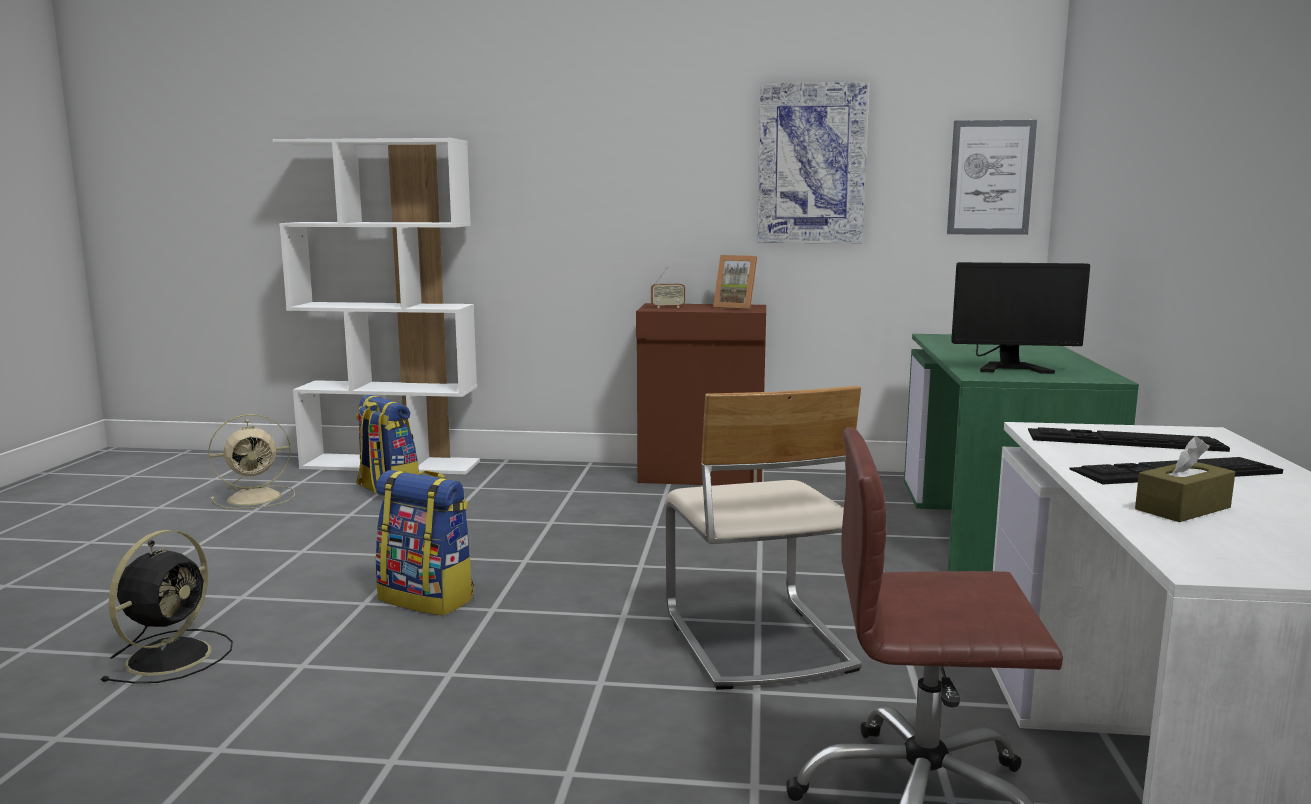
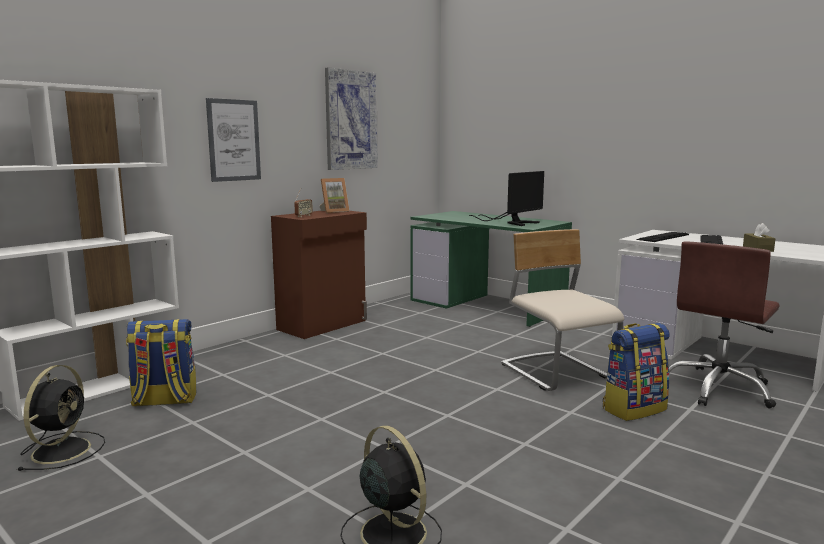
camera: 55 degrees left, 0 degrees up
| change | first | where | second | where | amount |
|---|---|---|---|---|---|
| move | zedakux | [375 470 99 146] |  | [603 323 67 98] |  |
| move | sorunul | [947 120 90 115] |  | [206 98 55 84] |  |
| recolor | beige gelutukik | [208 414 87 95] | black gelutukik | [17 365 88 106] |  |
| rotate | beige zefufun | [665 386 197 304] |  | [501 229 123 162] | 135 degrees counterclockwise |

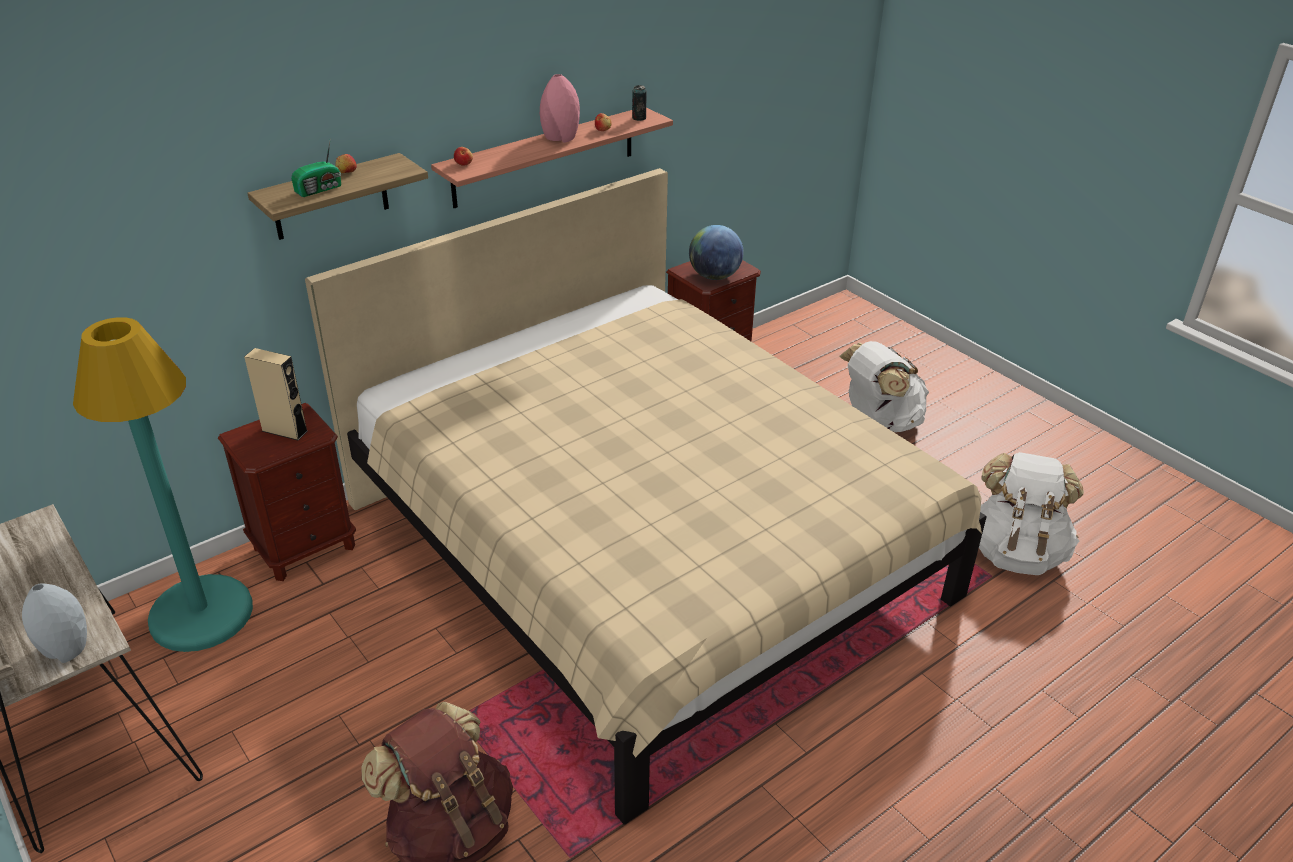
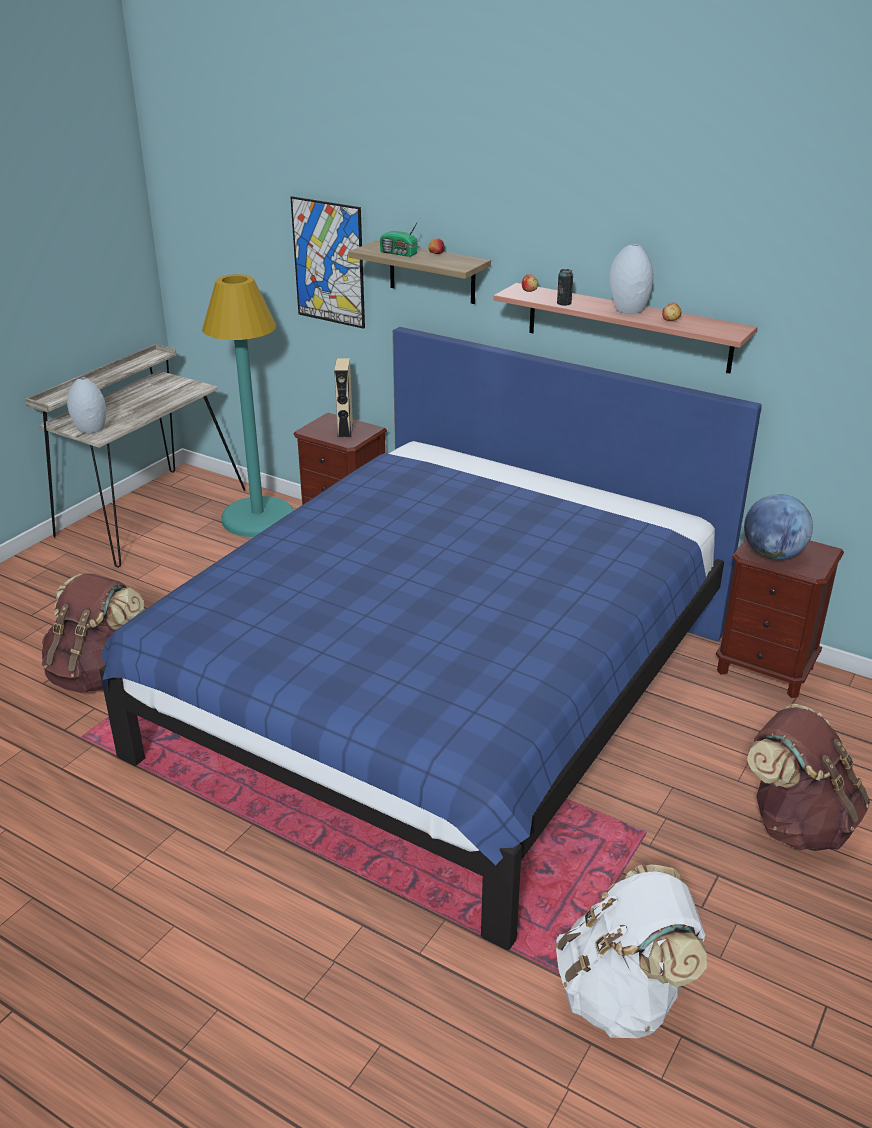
camera: 70 degrees right, 5 degrees down
| change | first | where | second | where | amount |
|---|---|---|---|---|---|
| insert |  |  | sorunul | [290 196 75 133] |  |
| move | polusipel | [632 85 14 36] |  | [557 269 16 37] |  |
| recolor | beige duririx | [305 168 682 656] | blue duririx | [99 327 663 623] |  |
| recolor | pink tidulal | [540 74 40 69] | grey tidulal | [609 244 45 70] |  |
| recolor | white zedakux | [839 341 90 91] | brown zedakux | [747 704 123 147] |  |

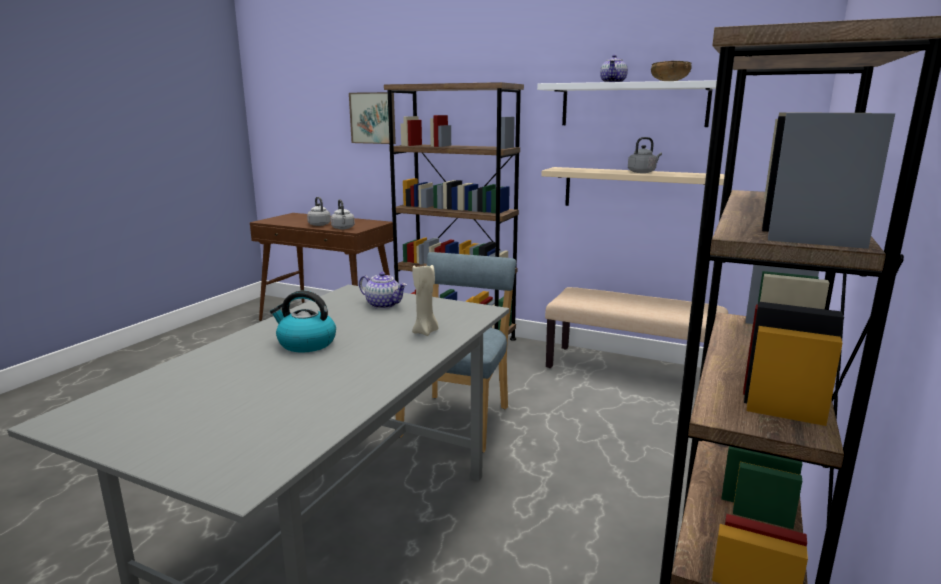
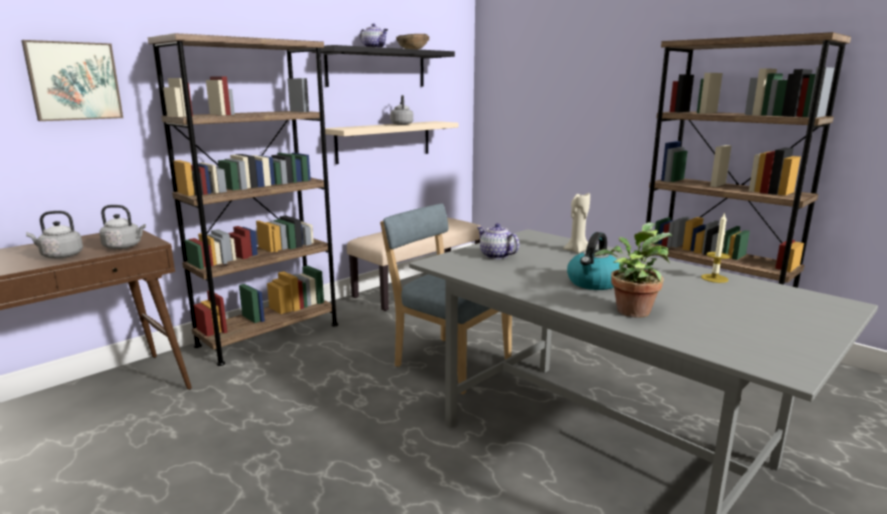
camera: 70 degrees left, 0 degrees up
| change | first | where | second | where | amount |
|---|---|---|---|---|---|
| insert |  |  | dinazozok | [594 222 78 96] |  |
| insert |  |  | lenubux | [701 212 29 71] |  |
| recolor | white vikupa | [537 80 180 47] | black vikupa | [311 45 144 42] |  |
| rotate | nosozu | [359 272 48 37] |  | [477 223 42 36] | 90 degrees counterclockwise |

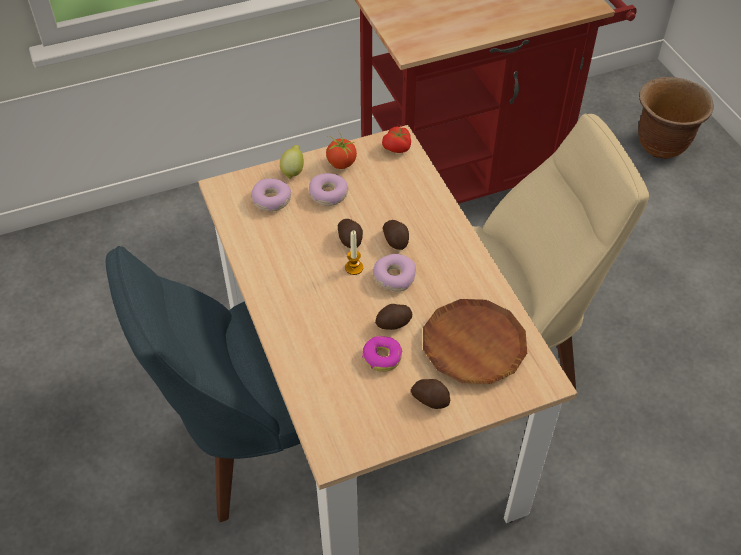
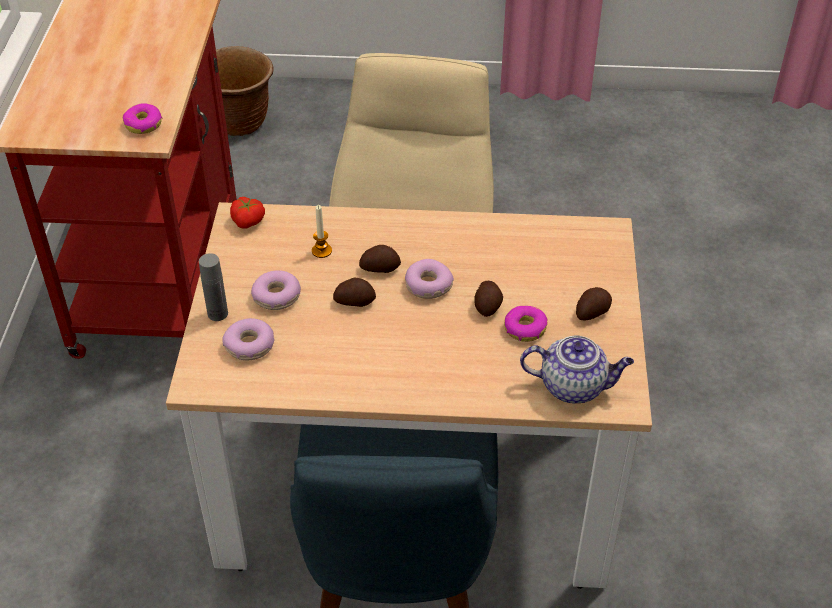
camera: 65 degrees left, 5 degrees down
| change | first | where | second | where | amount |
|---|---|---|---|---|---|
| delete | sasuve | [326 132 31 37] |  |  |  |
| delete | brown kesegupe | [423 299 104 85] |  |  |  |
| insert |  |  | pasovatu | [123 103 40 31] |  |
| insert |  |  | nosozu | [520 336 114 67] |  |
| move | lenubux | [345 230 18 45] |  | [312 205 20 53] |  |
| replace | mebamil | [280 145 24 34] | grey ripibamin | [199 253 29 68] |  |

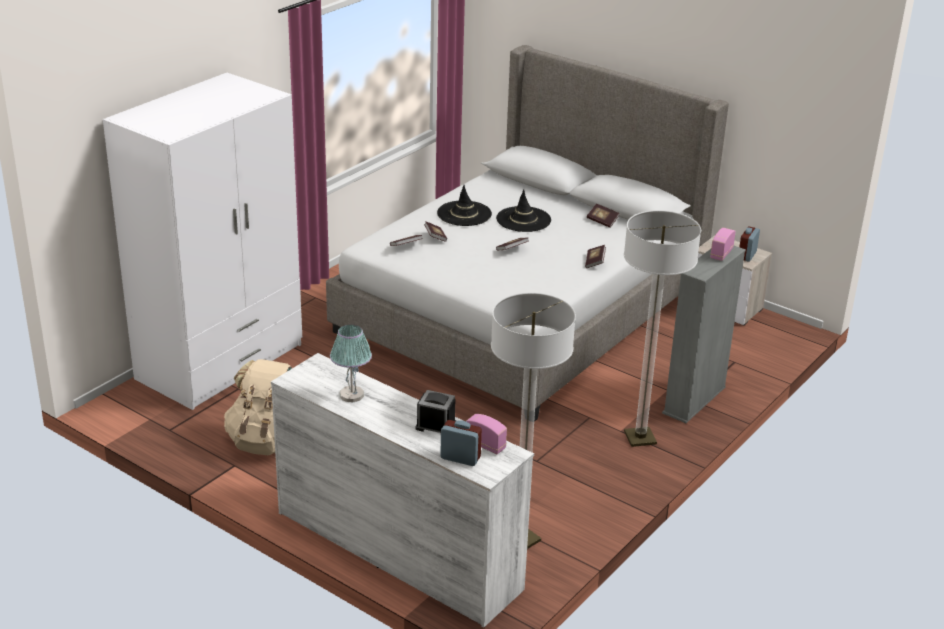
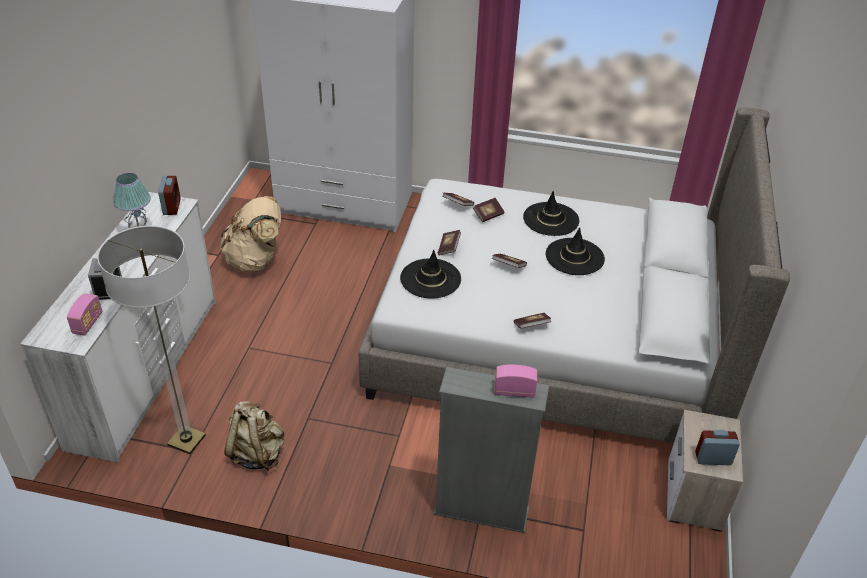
camera: 65 degrees right, 10 degrees up
| change | first | where | second | where | amount |
|---|---|---|---|---|---|
| delete | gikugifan | [624 210 77 237] |  |  |  |
| insert |  |  | beige zedakux | [224 401 61 70] |  |
| insert |  |  | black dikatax | [400 250 61 49] |  |
| move | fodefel | [440 420 42 46] |  | [158 176 23 39] |  |
| move | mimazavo | [587 204 32 24] |  | [438 230 23 26] |  |

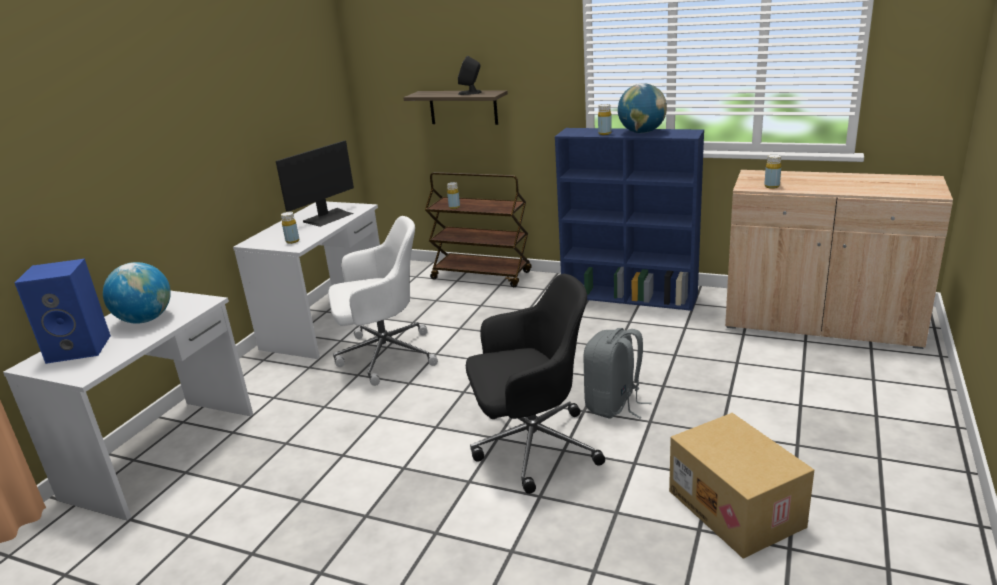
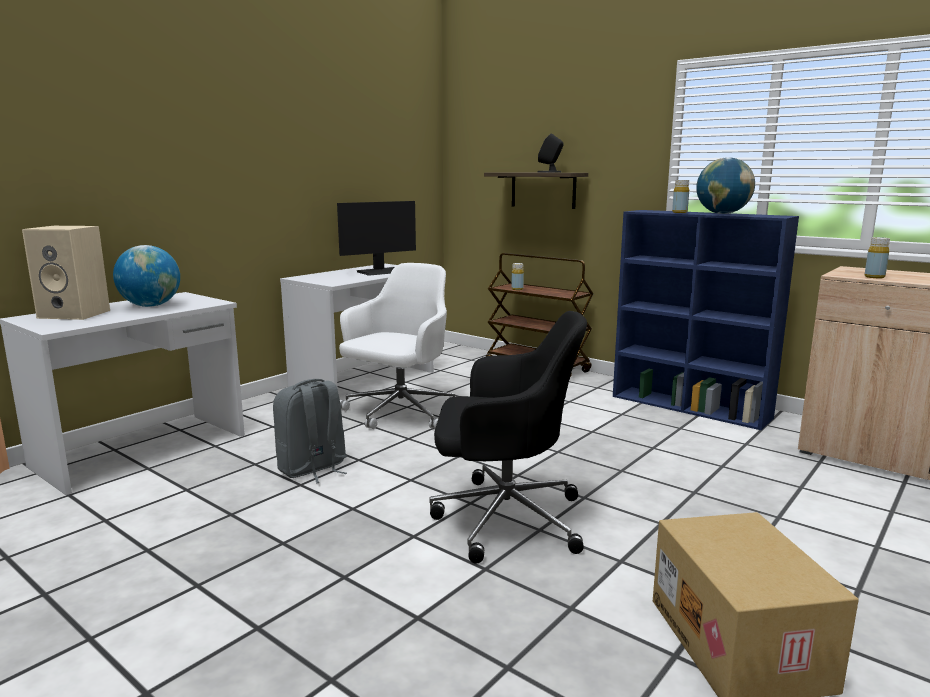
camera: 15 degrees right, 10 degrees down
| change | first | where | second | where | amount |
|---|---|---|---|---|---|
| delete | yellow ripibamin | [281 212 18 32] |  |  |  |
| move | grey zedakux | [583 328 69 91] |  | [273 379 74 104] |  |
| recolor | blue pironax | [15 259 96 105] | beige pironax | [22 226 88 94] |  |
| rotate | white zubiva | [328 216 110 170] |  | [339 263 116 166] | 60 degrees counterclockwise |

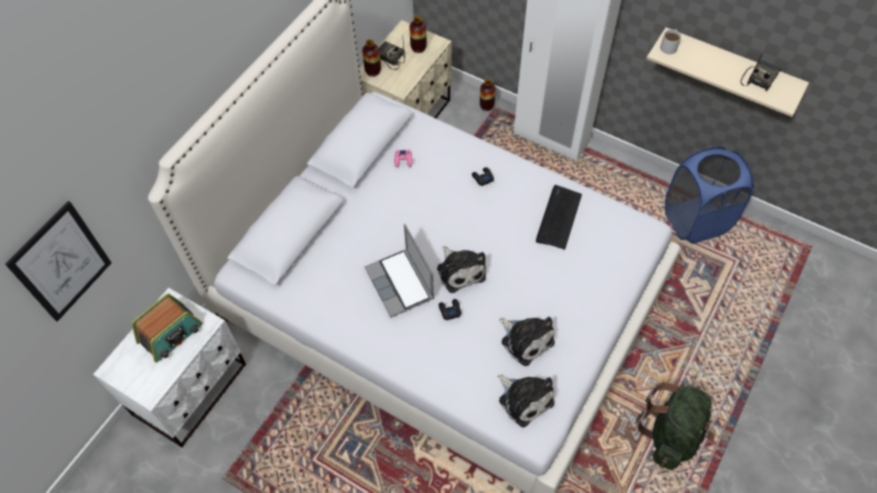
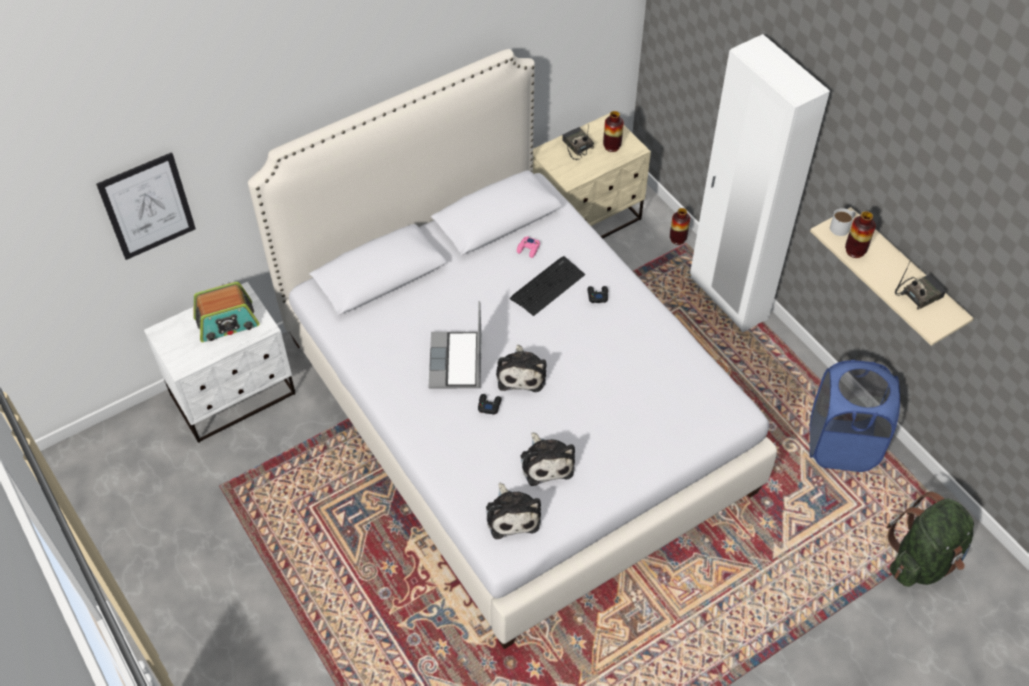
camera: 25 degrees right, 5 degrees down
| change | first | where | second | where | amount |
|---|---|---|---|---|---|
| move | tidulal | [362 40 19 37] |  | [845 211 31 47] |  |
| move | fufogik | [536 185 46 65] |  | [510 256 75 60] |  |
| move | green zedakux | [635 383 80 87] |  | [887 492 87 95] |  |

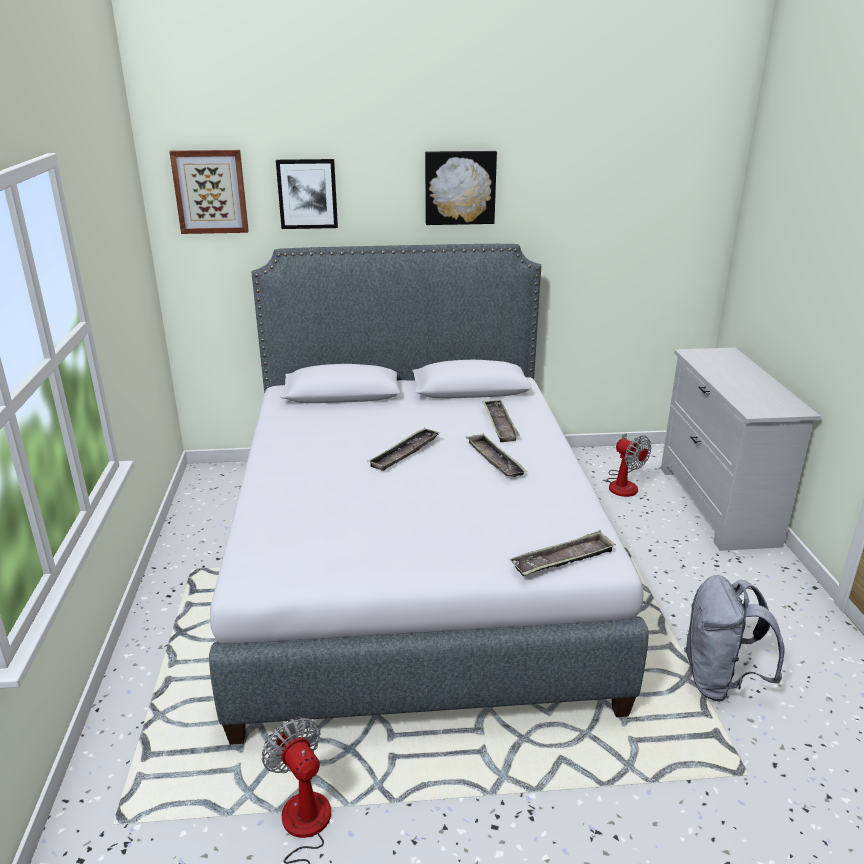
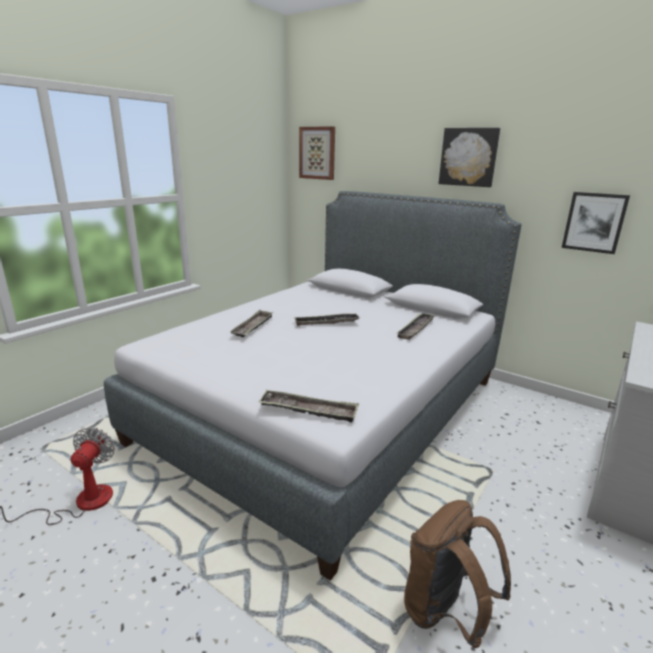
camera: 40 degrees right, 5 degrees down
| change | first | where | second | where | amount |
|---|---|---|---|---|---|
| delete | gelutukik | [606 433 46 64] |  |  |  |
| move | sorunul | [276 159 62 70] |  | [562 192 68 62] |  |
| move | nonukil | [466 433 62 44] |  | [230 310 43 27] |  |
| recolor | grey zedakux | [684 575 101 127] | brown zedakux | [404 500 107 148] |  |

